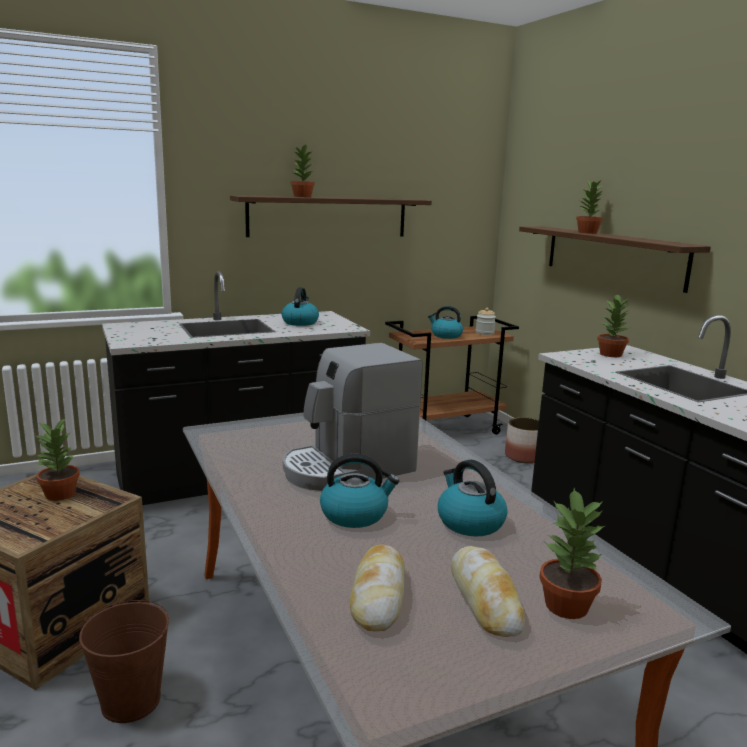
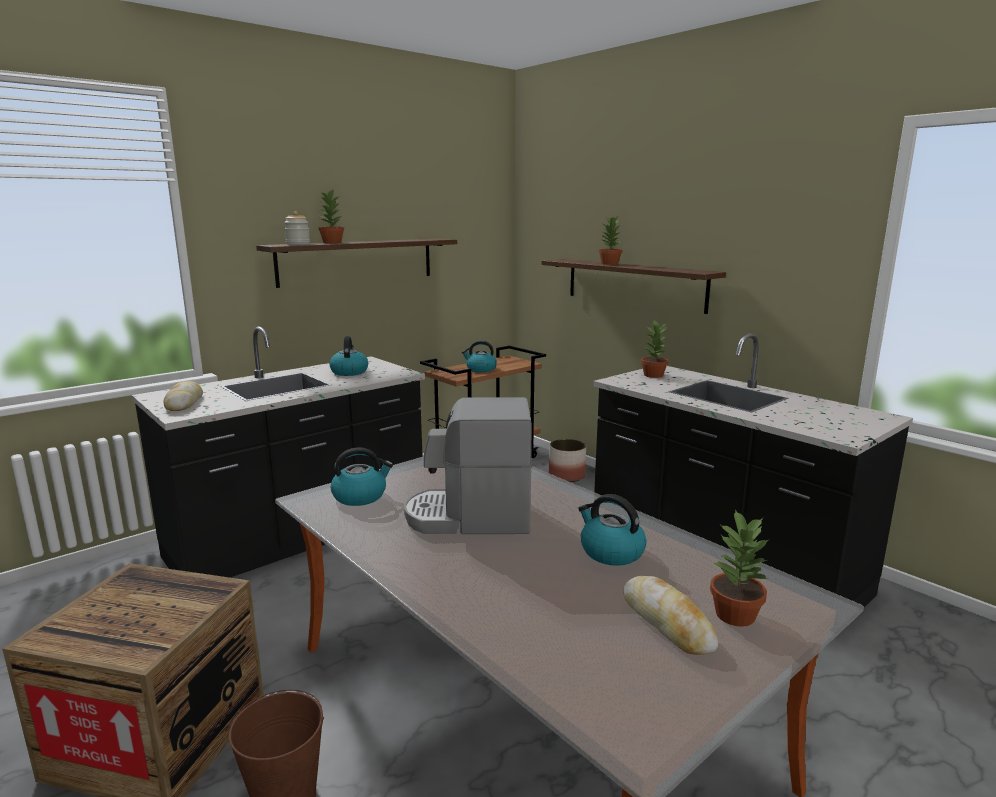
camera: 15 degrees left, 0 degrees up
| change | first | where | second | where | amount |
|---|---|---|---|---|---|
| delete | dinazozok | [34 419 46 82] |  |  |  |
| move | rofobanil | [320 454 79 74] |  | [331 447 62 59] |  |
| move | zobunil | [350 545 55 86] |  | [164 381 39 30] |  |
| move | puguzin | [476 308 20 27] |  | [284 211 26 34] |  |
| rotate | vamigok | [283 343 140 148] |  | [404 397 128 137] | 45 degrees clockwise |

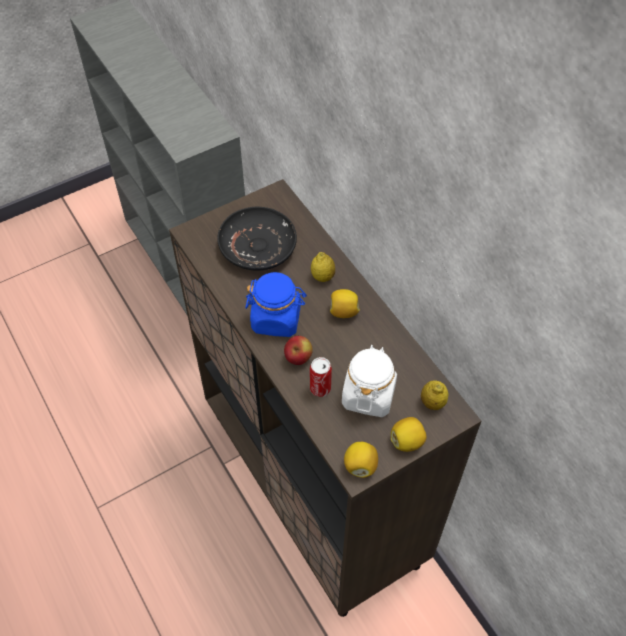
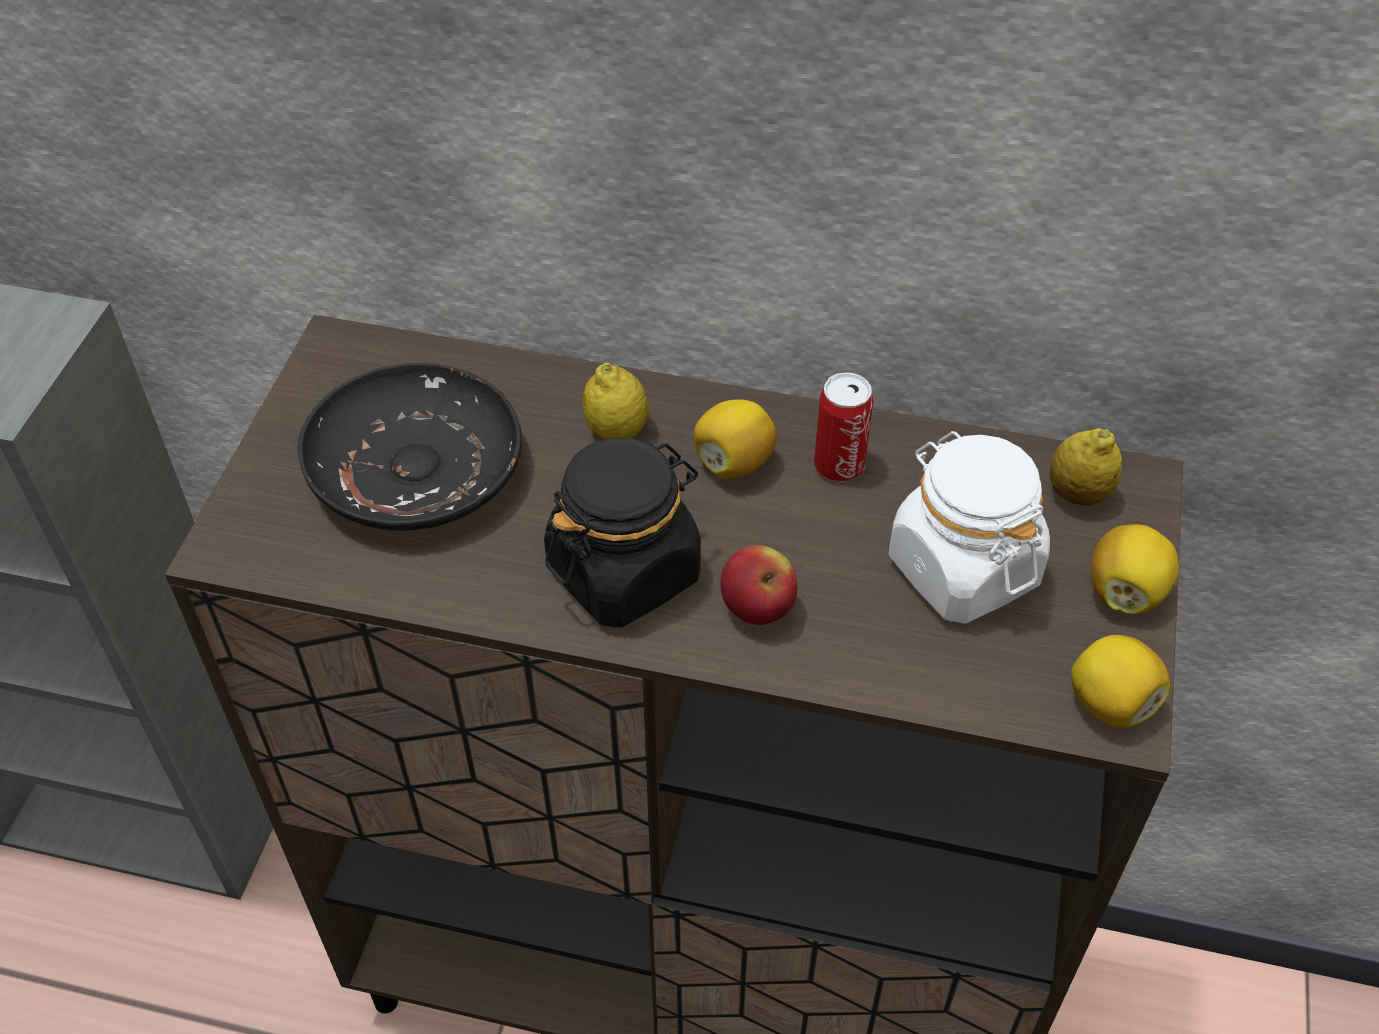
camera: 45 degrees left, 5 degrees down
| change | first | where | second | where | amount |
|---|---|---|---|---|---|
| move | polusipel | [310 357 22 40] |  | [814 373 60 109] |  |
| recolor | blue puguzin | [245 272 62 65] | black puguzin | [544 437 157 191] |  |

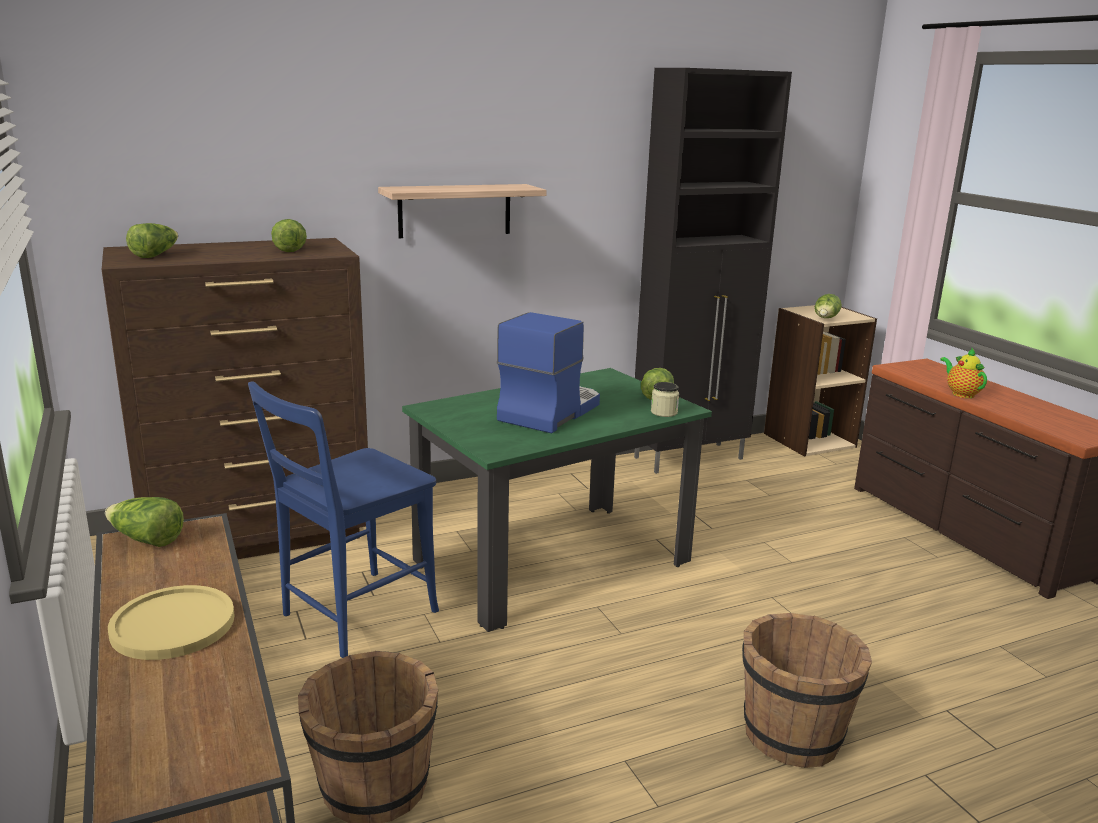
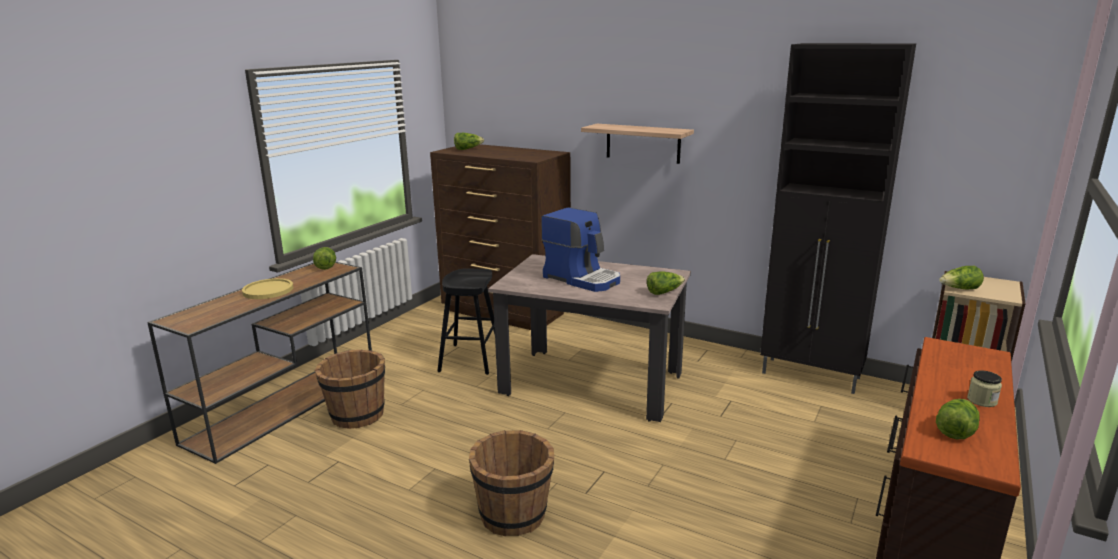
camera: 55 degrees right, 0 degrees up
| change | first | where | second | where | amount |
|---|---|---|---|---|---|
| delete | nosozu | [940 348 47 50] |  |  |  |
| move | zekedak | [271 219 36 33] |  | [936 399 44 40] |  |
| move | puguzin | [651 382 28 35] |  | [967 370 35 37] |  |
| replace | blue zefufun | [248 381 191 277] | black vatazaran | [437 268 58 107] |  |
| recolor | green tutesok | [402 368 310 264] | beige tutesok | [488 254 203 168] |  |
| rotate | vamigok | [497 312 103 121] |  | [541 207 79 85] | 45 degrees clockwise |

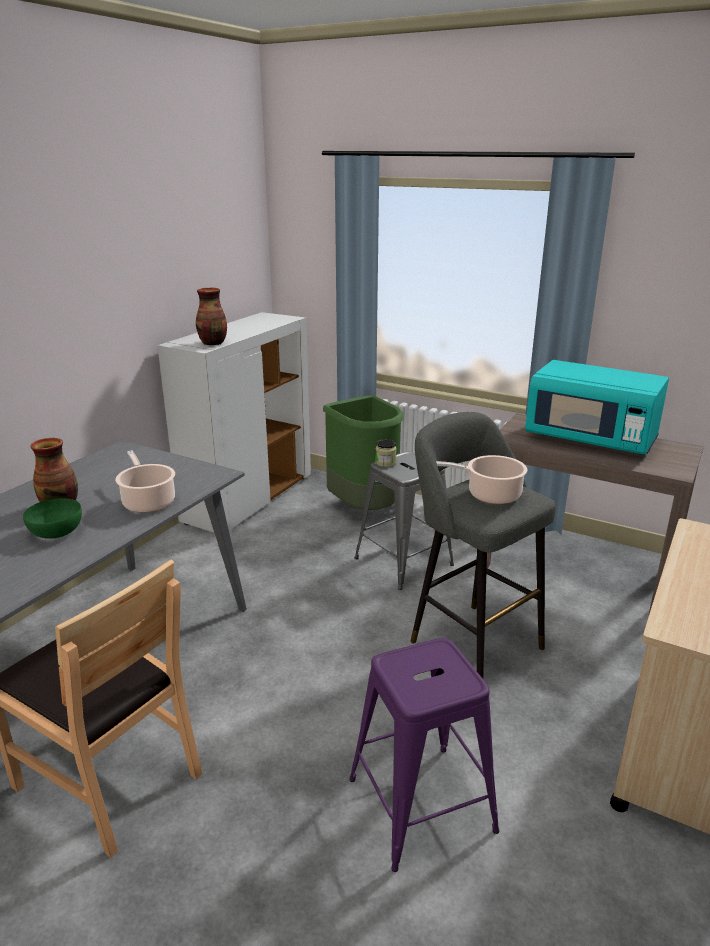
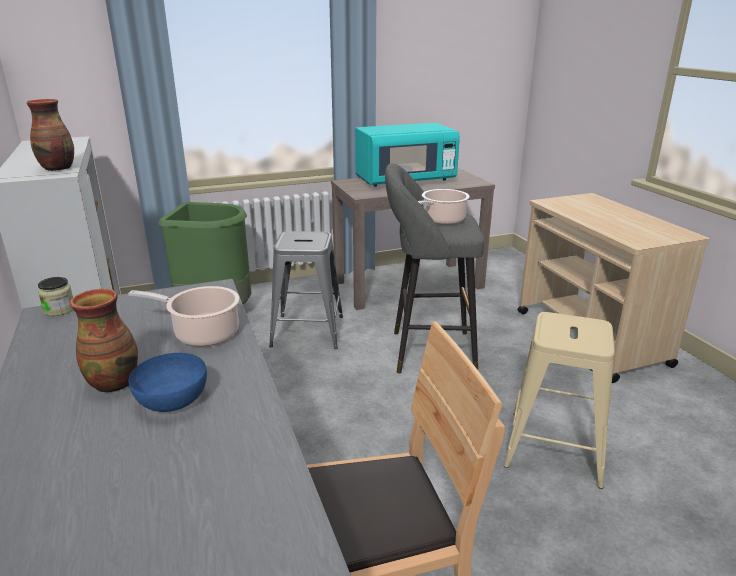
camera: 50 degrees left, 0 degrees up
| change | first | where | second | where | amount |
|---|---|---|---|---|---|
| move | puguzin | [375 439 22 28] |  | [38 277 36 39] |  |
| recolor | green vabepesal | [23 498 59 41] | blue vabepesal | [129 353 78 59] |  |
| recolor | purple vatazaran | [349 638 150 234] | beige vatazaran | [504 312 111 177] |  |

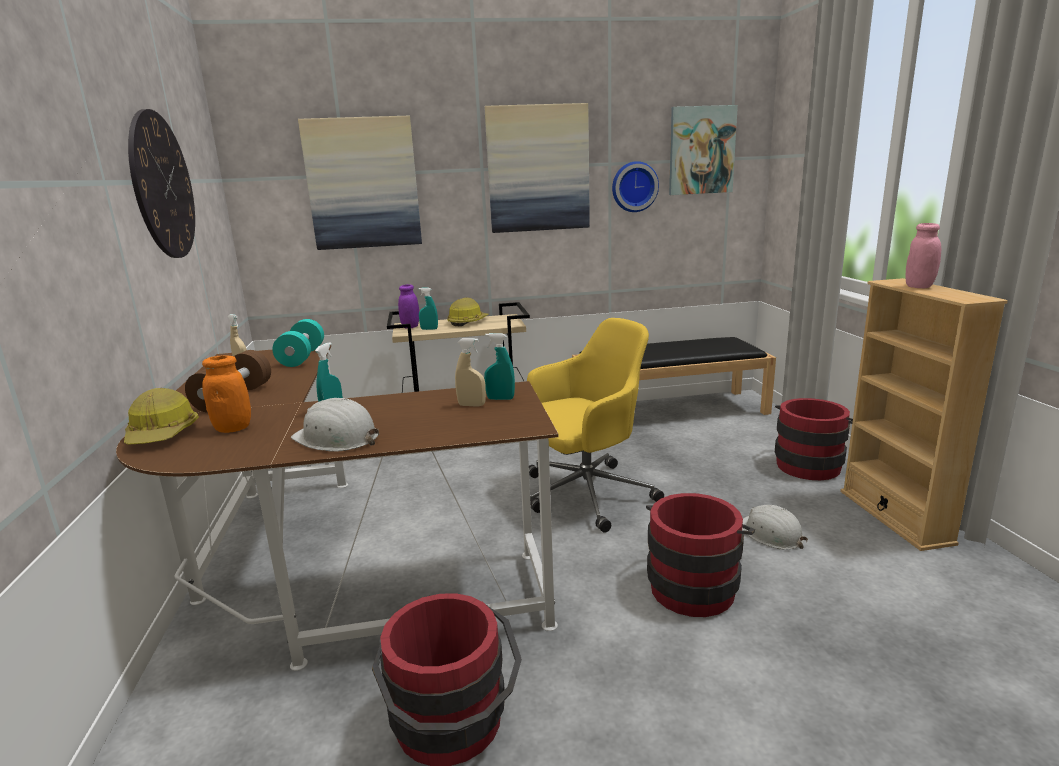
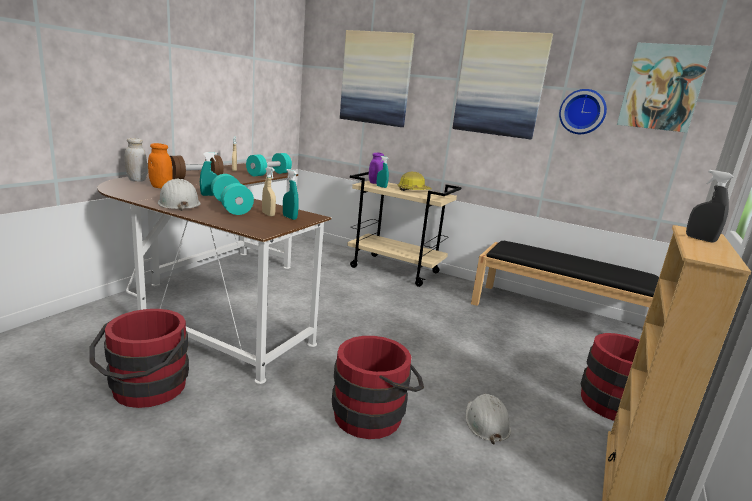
camera: 35 degrees right, 0 degrees up
| change | first | where | second | where | amount |
|---|---|---|---|---|---|
| delete | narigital | [128 109 67 149] |  |  |  |
| delete | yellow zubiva | [527 318 137 215] |  |  |  |
| insert |  |  | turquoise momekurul | [211 174 43 41] |  |
| replace | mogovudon | [124 388 75 57] | white puguzin | [125 138 22 44] |  |
| replace | pink puguzin | [905 223 36 65] | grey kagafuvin | [686 170 47 73] |  |

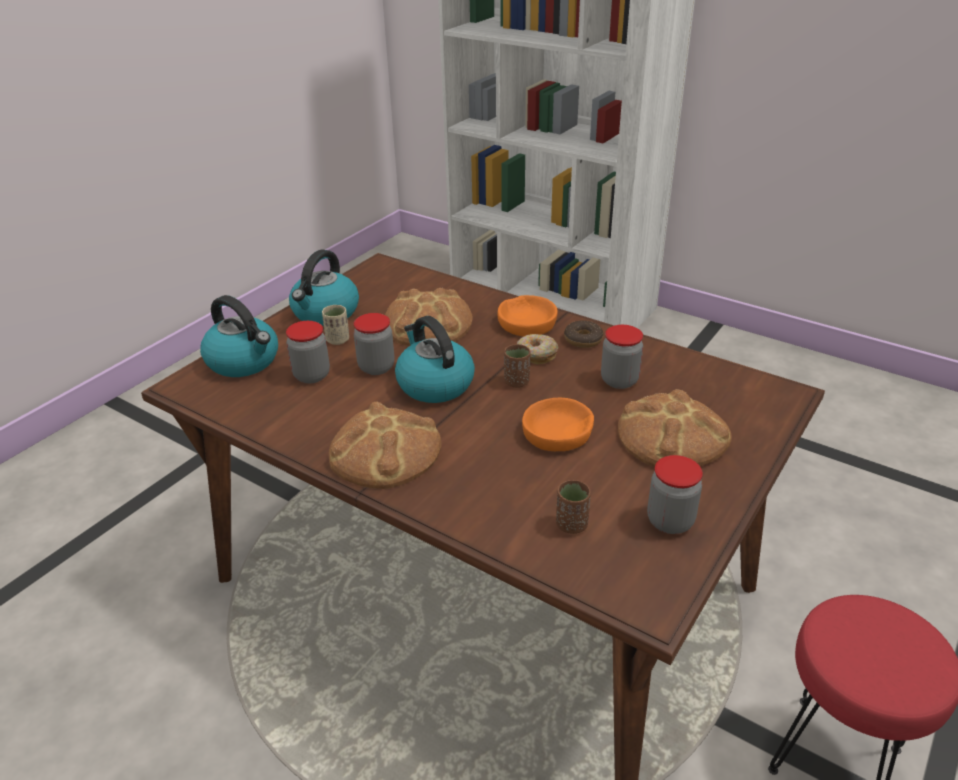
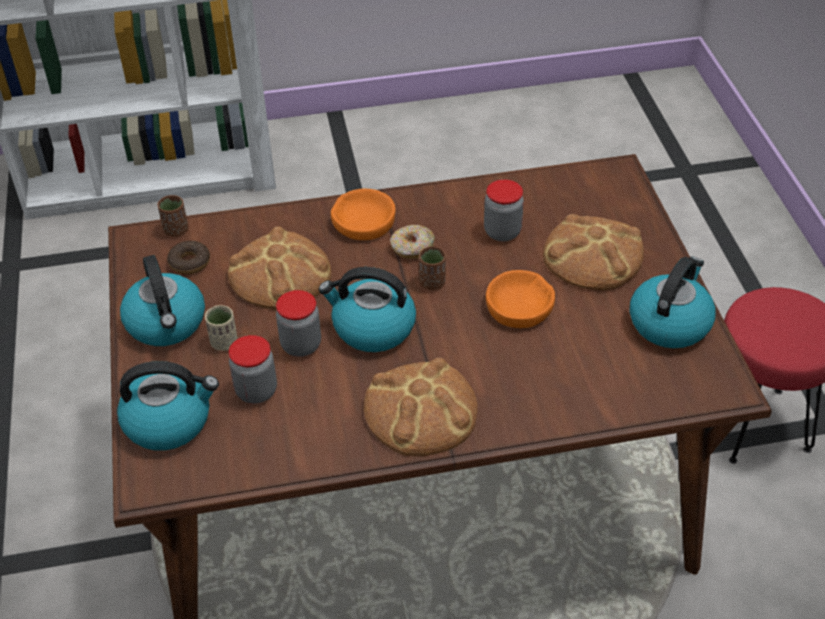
camera: 45 degrees left, 10 degrees up
| change | first | where | second | where | amount |
|---|---|---|---|---|---|
| move | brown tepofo | [556 480 35 54] |  | [157 195 31 42] |  |
| move | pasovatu | [564 320 39 28] |  | [167 241 43 33] |  |
| replace | puguzin | [647 455 56 79] | rofobanil | [629 256 87 92] |  |

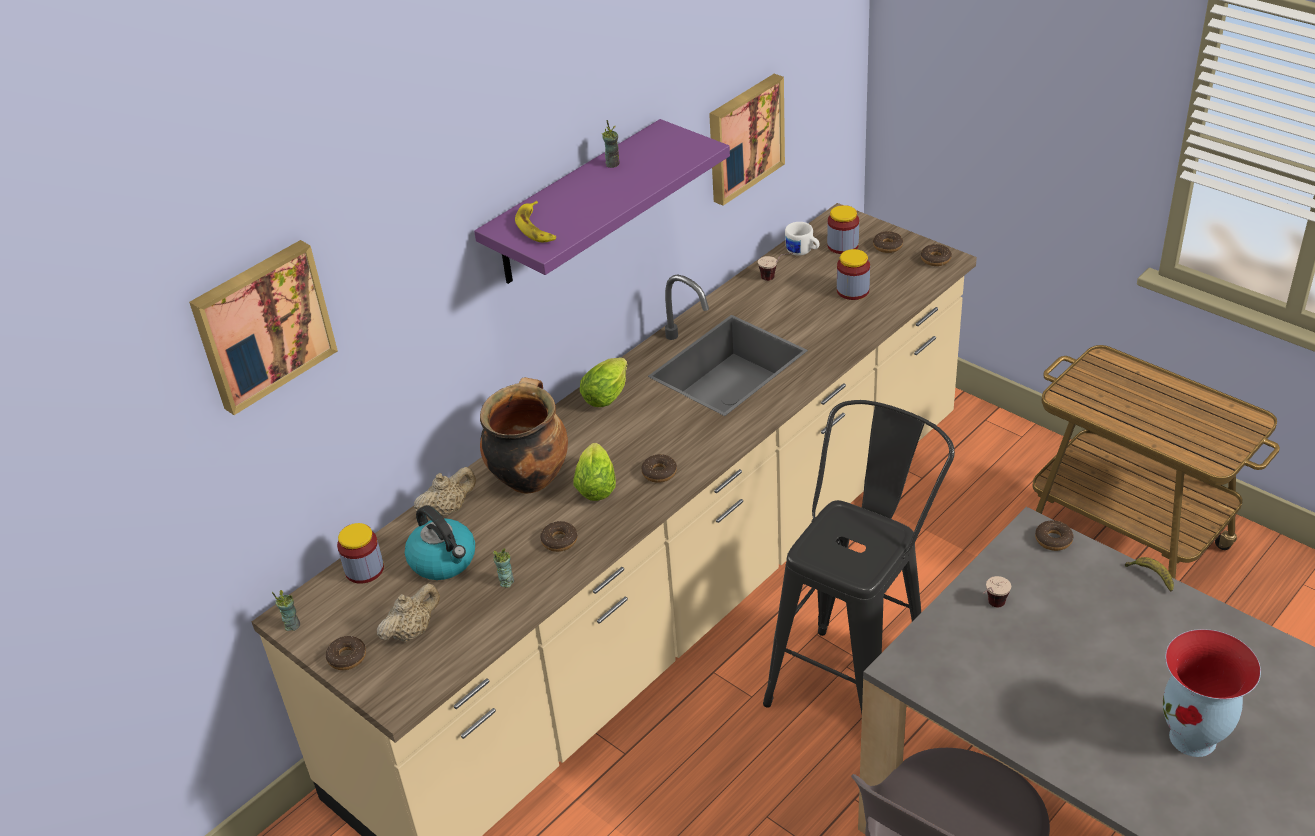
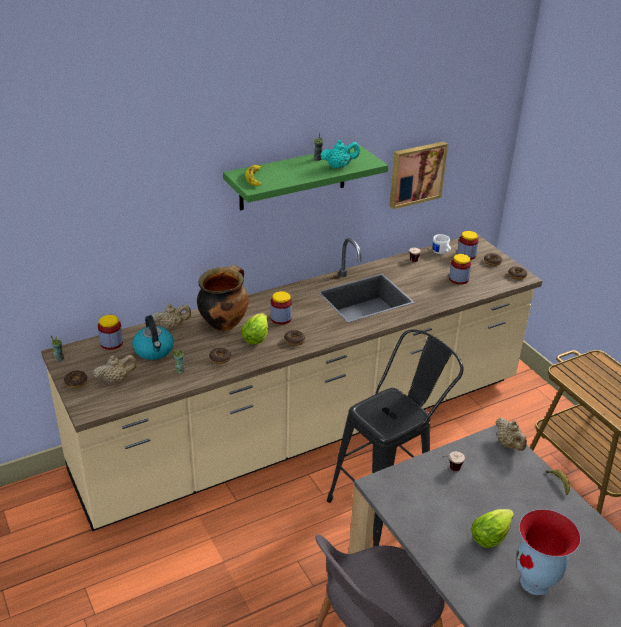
camera: 15 degrees right, 5 degrees down
| change | first | where | second | where | amount |
|---|---|---|---|---|---|
| delete | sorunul | [189 240 149 175] |  |  |  |
| insert |  |  | puguzin | [271 291 21 33] |  |
| insert |  |  | turquoise nosozu | [321 140 39 28] |  |
| move | zekedak | [580 358 47 49] |  | [471 509 43 39] |  |
| replace | pasovatu | [1035 520 38 31] | beige nosozu | [496 418 31 33] |  |
| recolor | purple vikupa | [474 119 256 165] | green vikupa | [223 145 165 66] |  |

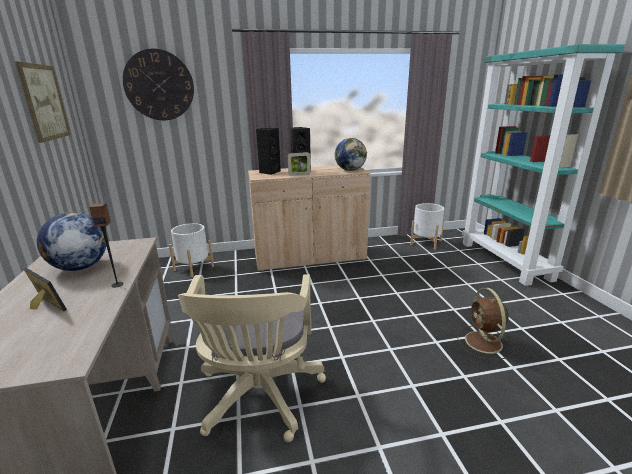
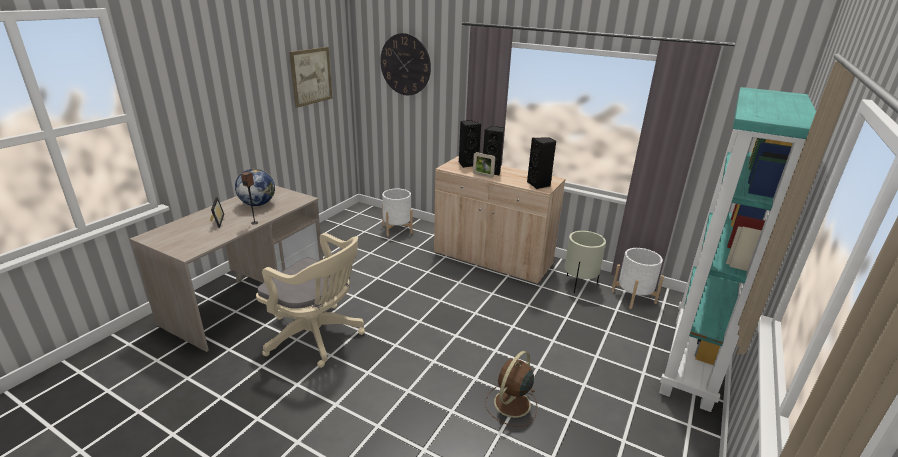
camera: 40 degrees right, 5 degrees up
| change | first | where | second | where | amount |
|---|---|---|---|---|---|
| insert |  |  | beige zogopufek | [564 231 42 62] |  |
| replace | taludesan | [335 138 32 33] | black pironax | [527 137 29 52] |  |
| rotate | beige zubiva | [178 274 148 168] |  | [256 233 109 135] | 105 degrees counterclockwise |

